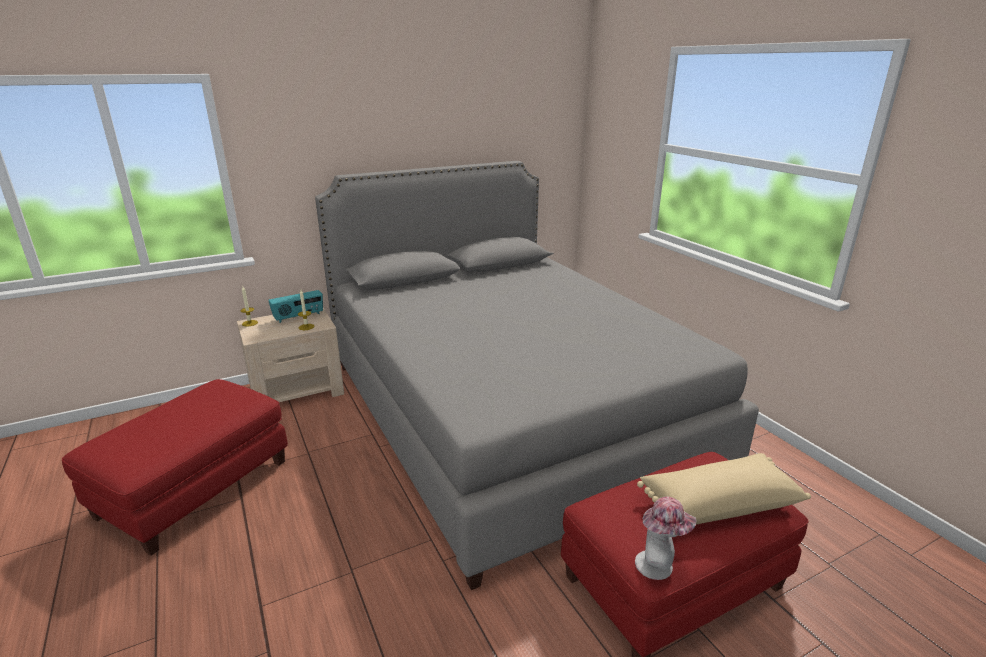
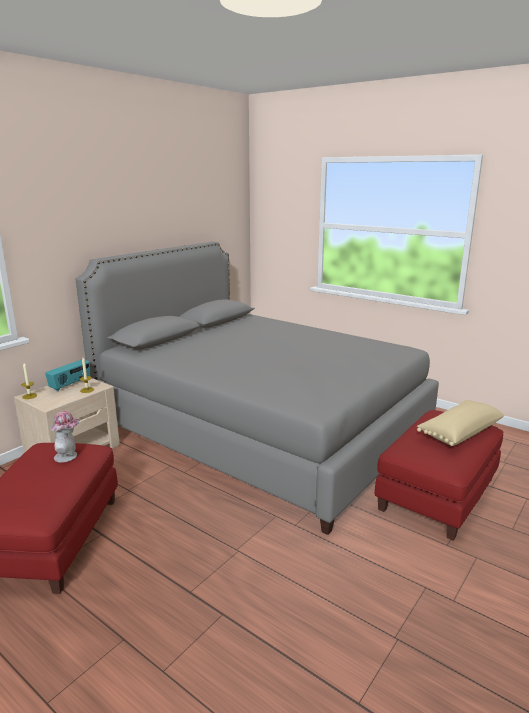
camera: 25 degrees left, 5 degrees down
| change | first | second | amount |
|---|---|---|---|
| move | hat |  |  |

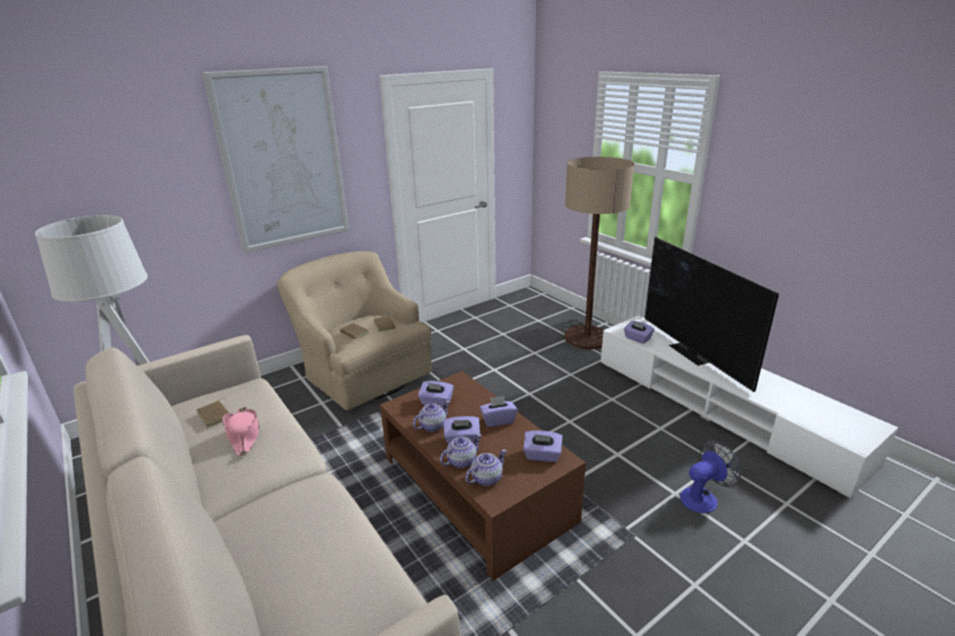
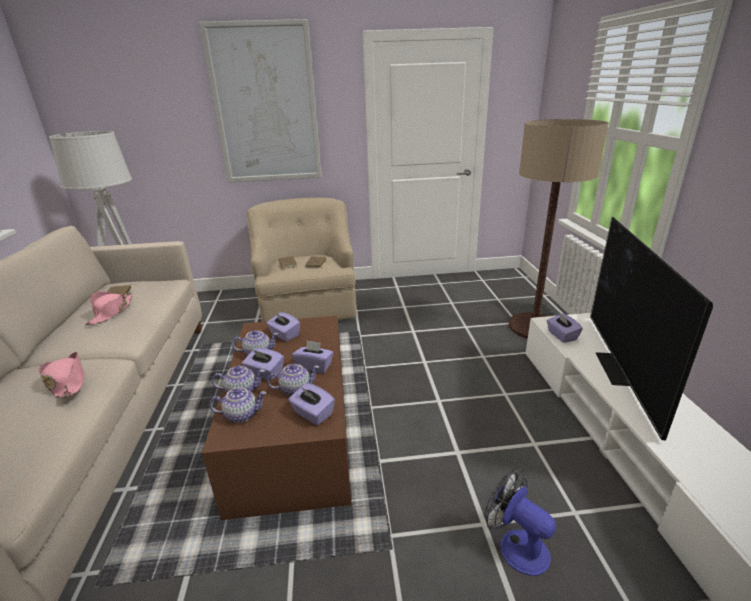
camera: 30 degrees right, 0 degrees up
| change | first | second | amount |
|---|---|---|---|
| insert |  | hat in pink (1st from left) |  |
| insert |  | teapot (4th from left) |  |
| rotate | fan |  | 135 degrees counterclockwise |

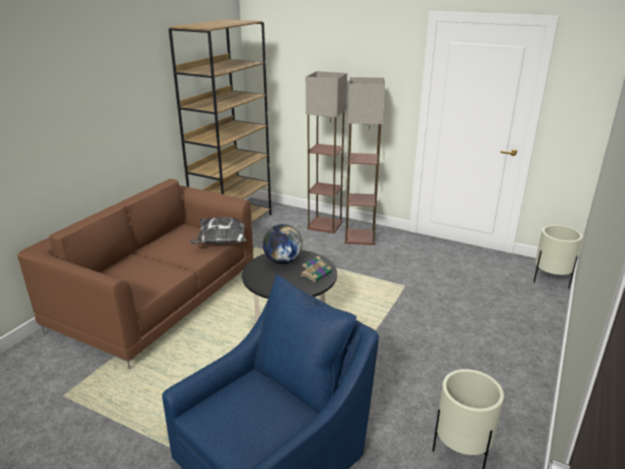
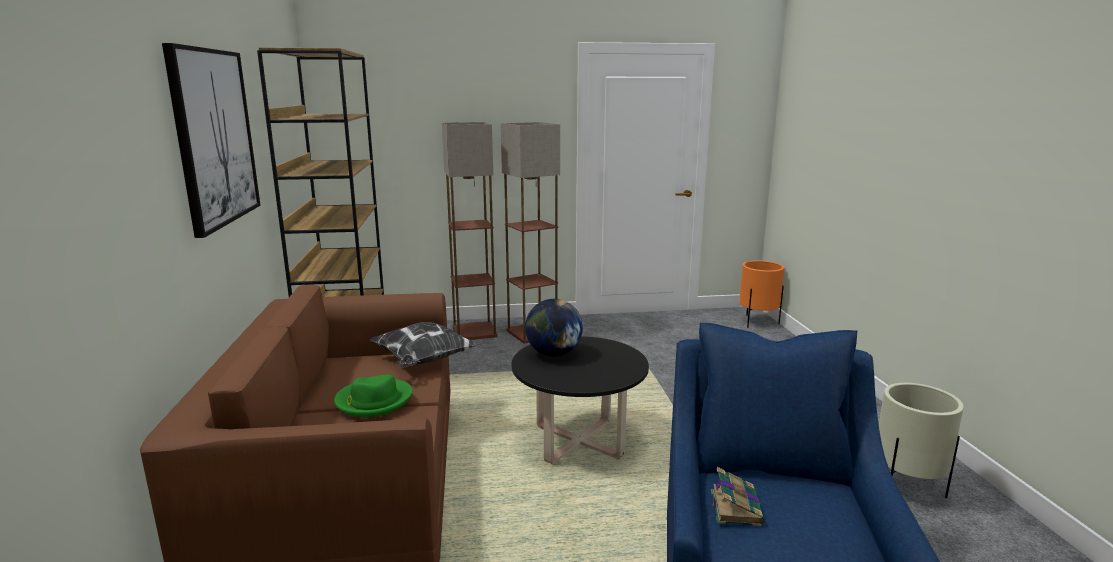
camera: 35 degrees left, 10 degrees down
| change | first | second | amount |
|---|---|---|---|
| insert |  | picture |  |
| insert |  | hat in green |  |
| move | book |  |  |
| recolor | planter in beige (2nd from left) | planter in orange |  |

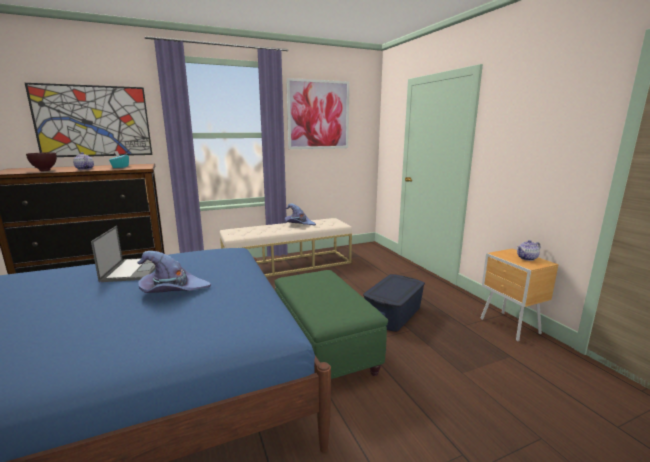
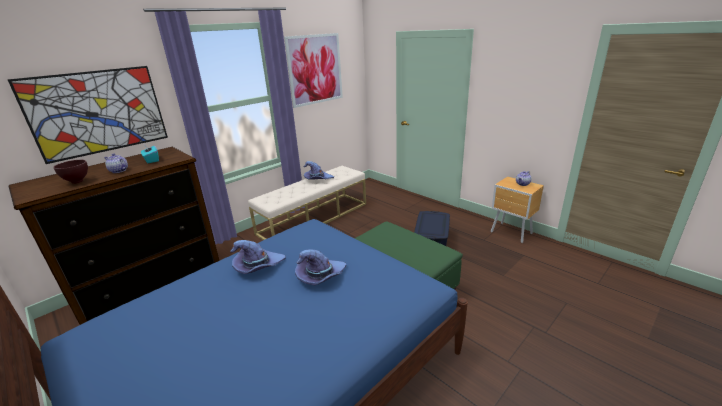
camera: 20 degrees left, 10 degrees up
| change | first | second | amount |
|---|---|---|---|
| replace | laptop | hat in purple (1st from left) |  |

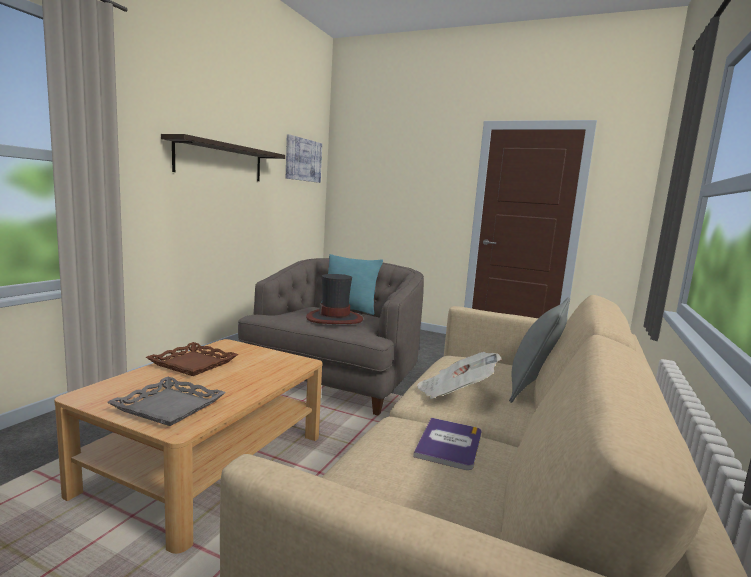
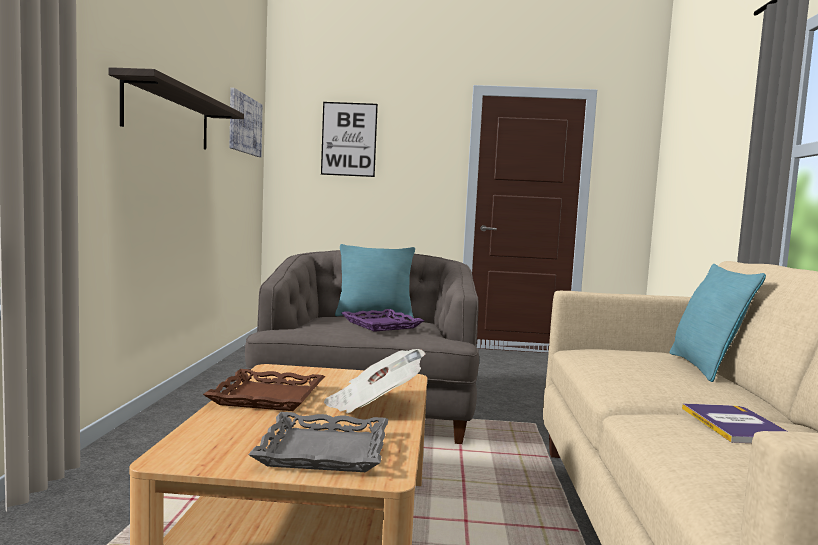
camera: 20 degrees left, 5 degrees down
| change | first | second | amount |
|---|---|---|---|
| insert |  | picture (2nd from left) |  |
| move | newspaper |  |  |
| replace | hat | tray in purple |  |
| recolor | pillow in grey | pillow in turquoise (2nd from left) |  |

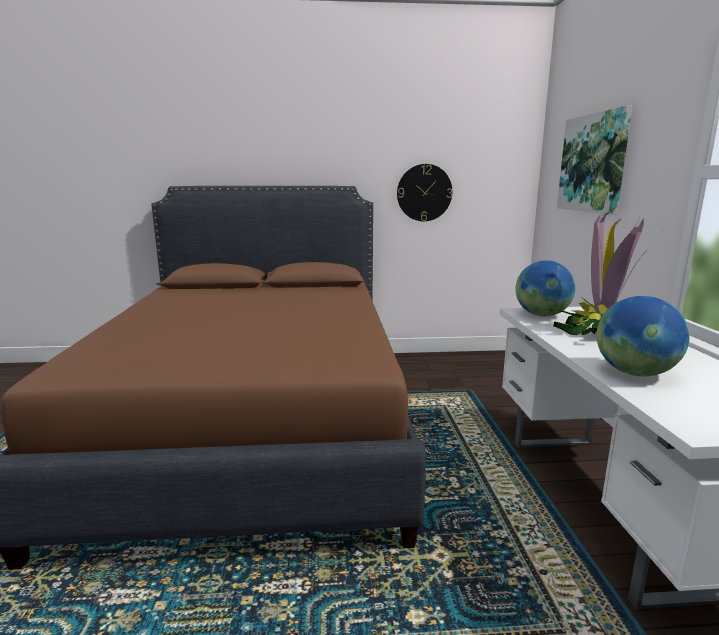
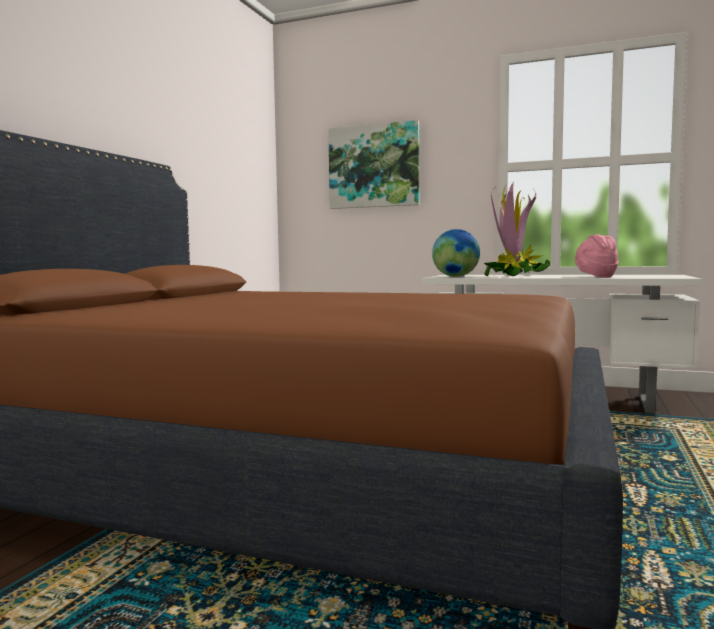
camera: 65 degrees left, 10 degrees down
| change | first | second | amount |
|---|---|---|---|
| replace | globe (2nd from left) | hat in pink |  |
| delete | wall clock |  |  |

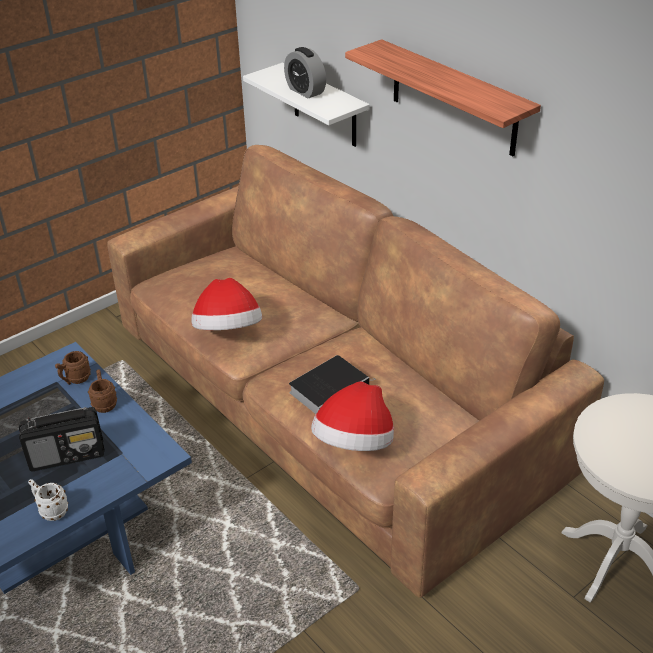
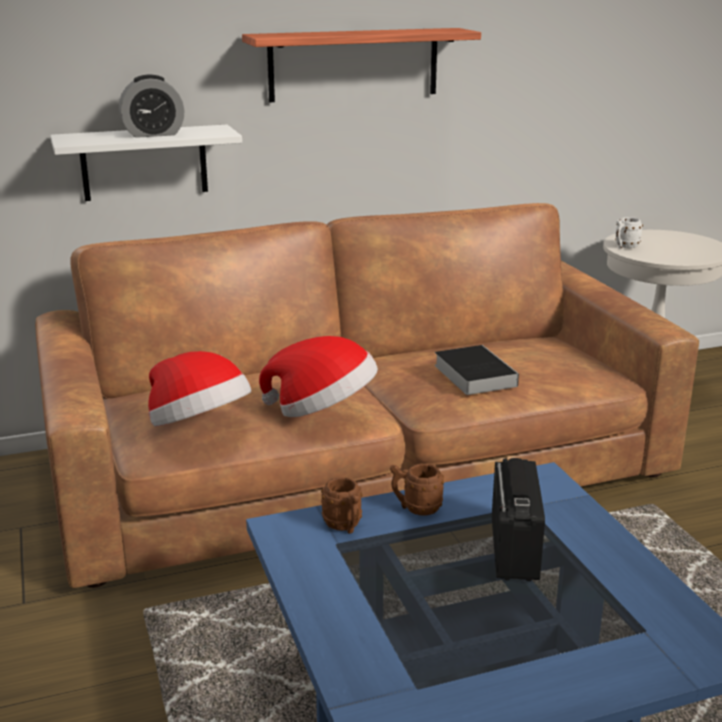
camera: 70 degrees left, 15 degrees down
| change | first | second | amount |
|---|---|---|---|
| move | hat (2nd from left in the first image) | hat (1st from left) |  |
| move | mug in white |  |  |

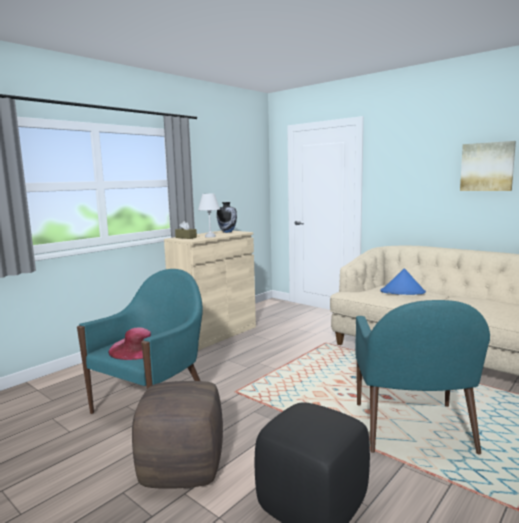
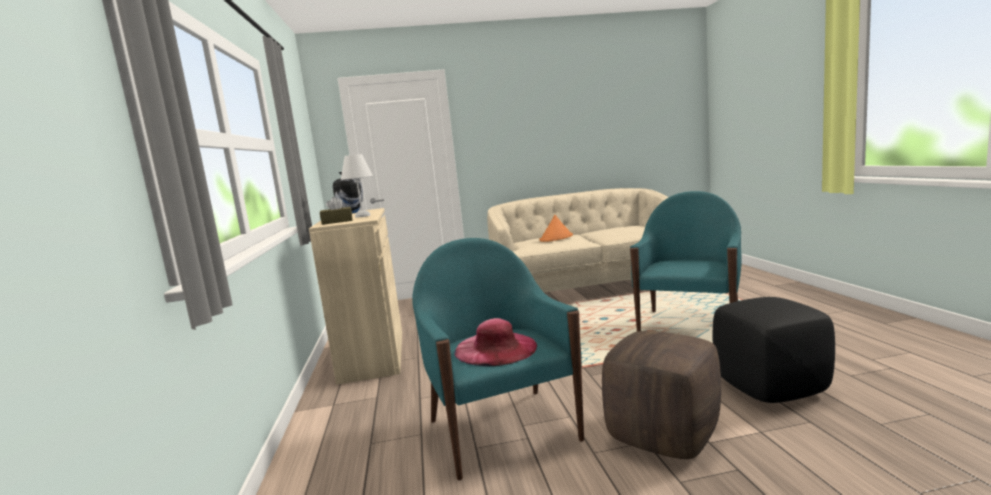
camera: 50 degrees left, 0 degrees up
| change | first | second | amount |
|---|---|---|---|
| recolor | hat in blue | hat in orange |  |
| rotate | armchair in turquoise (2nd from left) |  | 105 degrees counterclockwise |
| delete | picture |  |  |

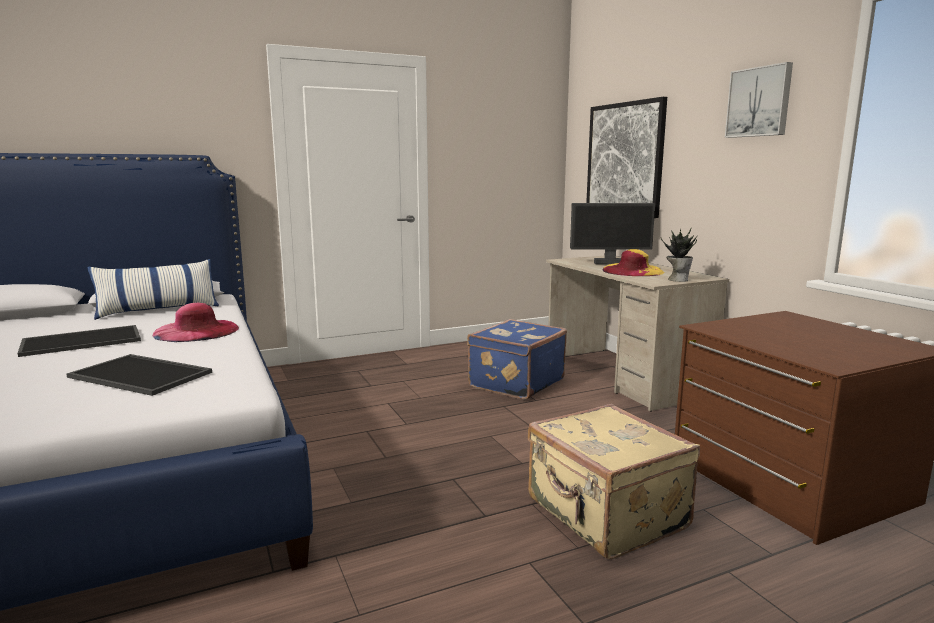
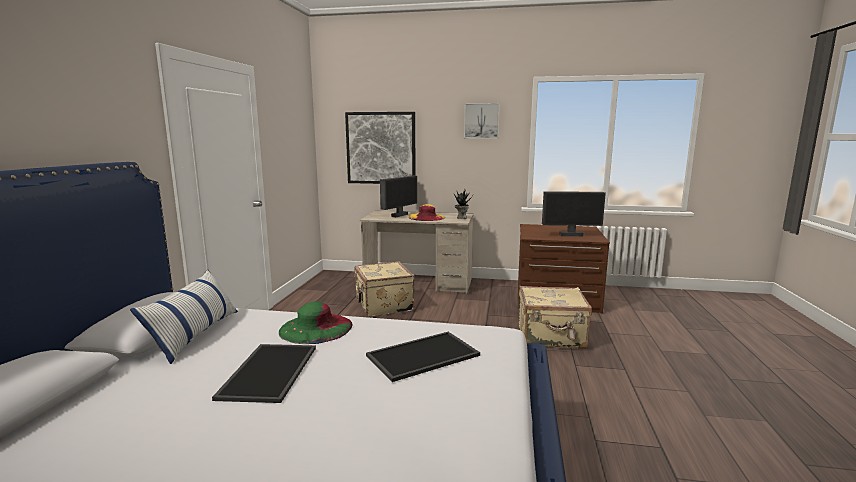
camera: 55 degrees left, 0 degrees up
| change | first | second | amount |
|---|---|---|---|
| recolor | hat in pink | hat in green |  |
| recolor | suitcase in blue | suitcase in beige (1st from left) |  |
| insert |  | monitor (2nd from left) |  |

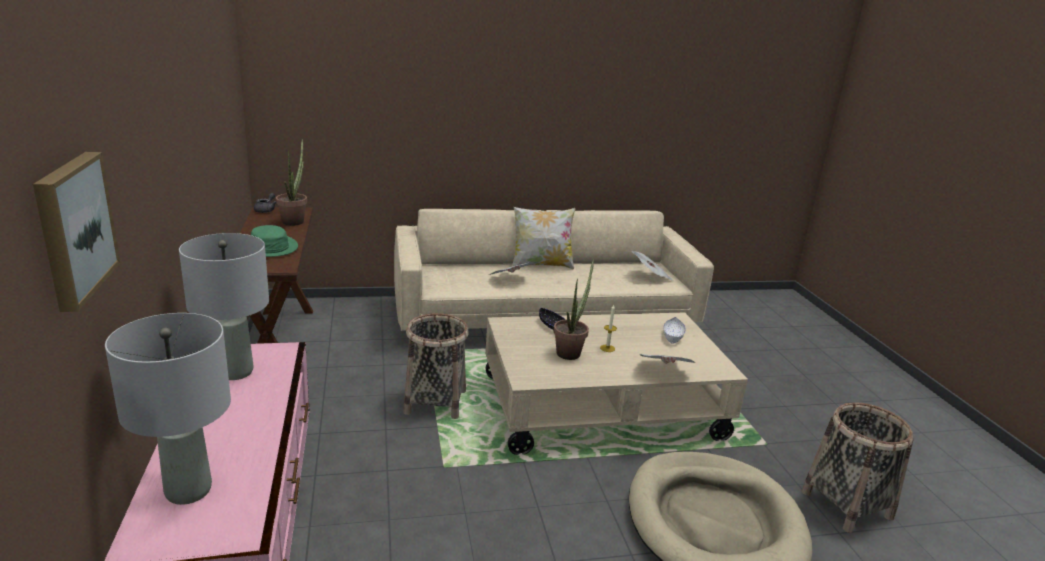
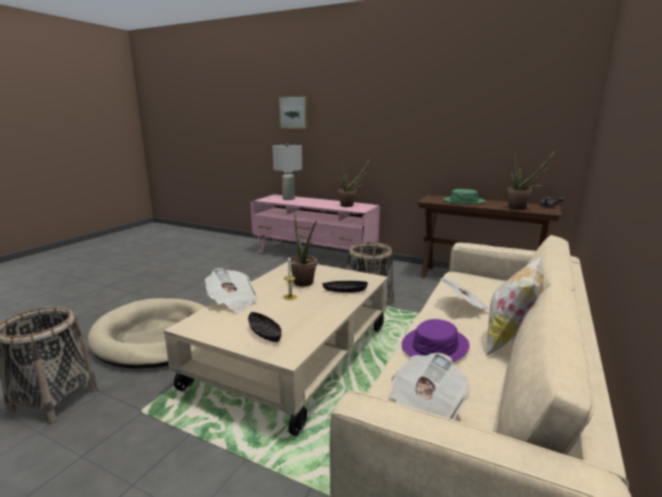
camera: 130 degrees right, 5 degrees down
| change | first | second | amount |
|---|---|---|---|
| recolor | bowl in white | bowl in black (1st from left) |  |
| replace | table lamp in grey (2nd from left) | potted plant (2nd from left) |  |
| insert |  | hat in purple |  |

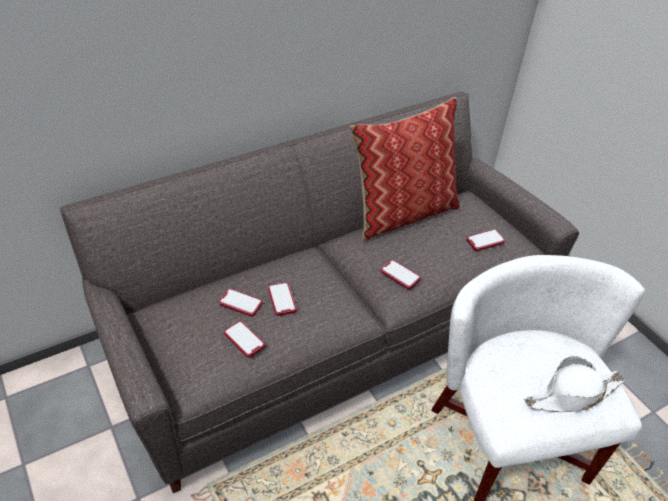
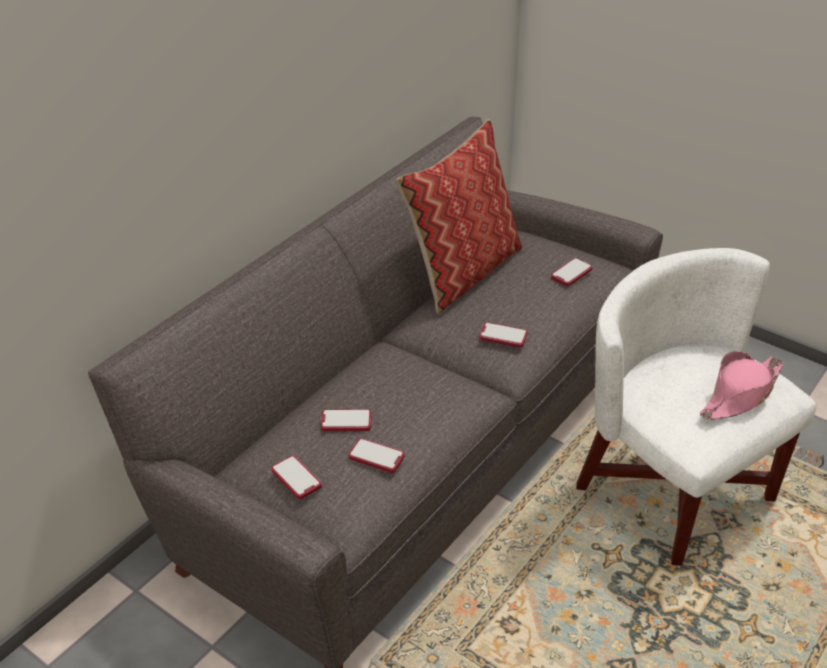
camera: 20 degrees left, 5 degrees down
| change | first | second | amount |
|---|---|---|---|
| move | phone (3rd from left in the first image) | phone (1st from left) |  |
| recolor | hat in white | hat in pink |  |

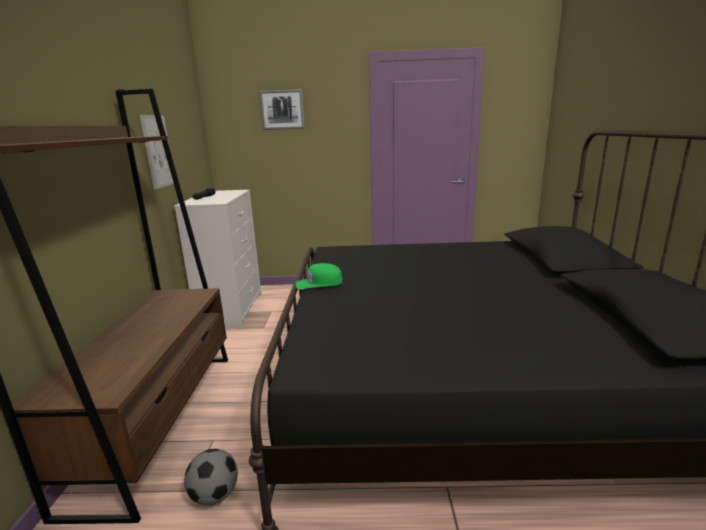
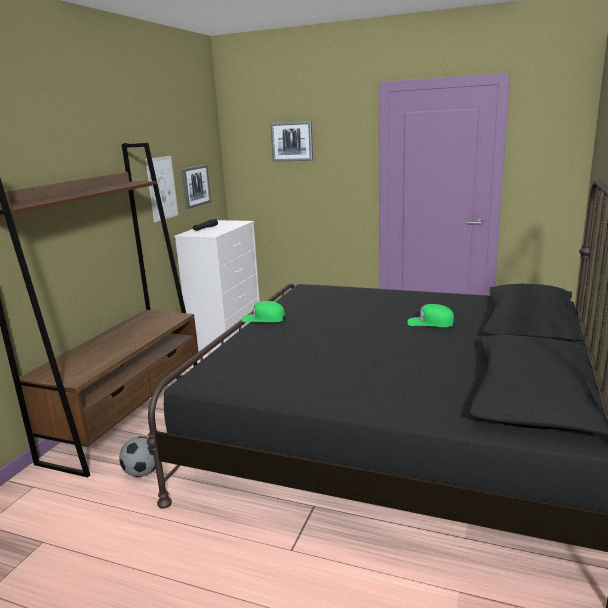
camera: 20 degrees right, 0 degrees up
| change | first | second | amount |
|---|---|---|---|
| insert |  | picture (2nd from left) |  |
| insert |  | cap in green (2nd from left) |  |

